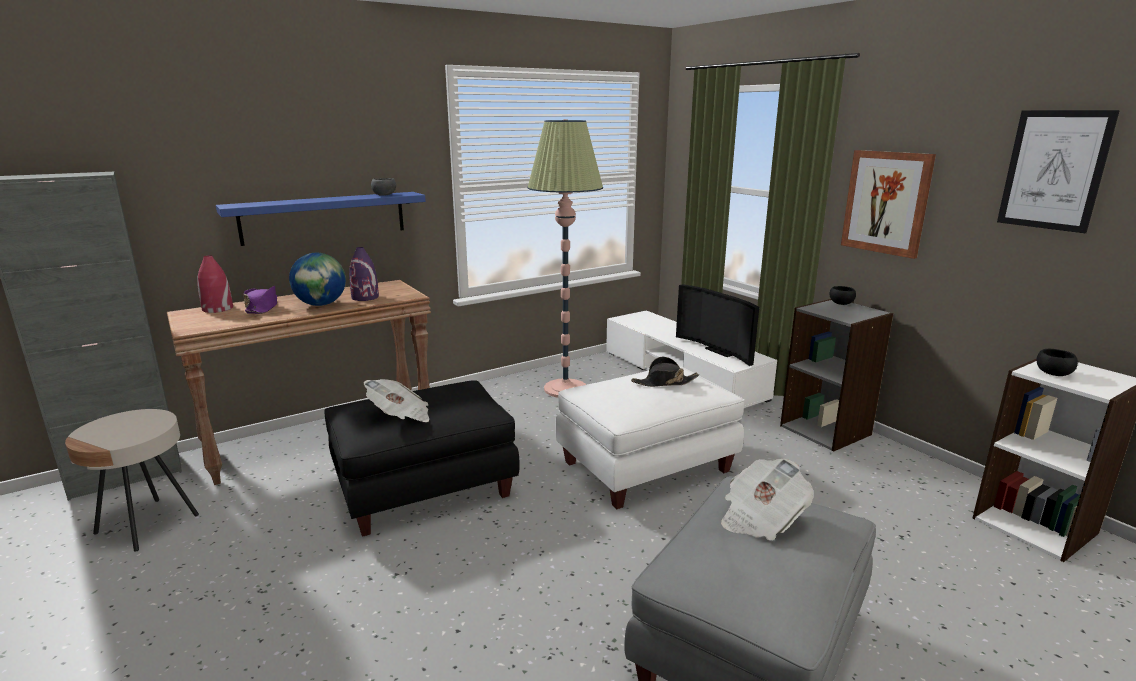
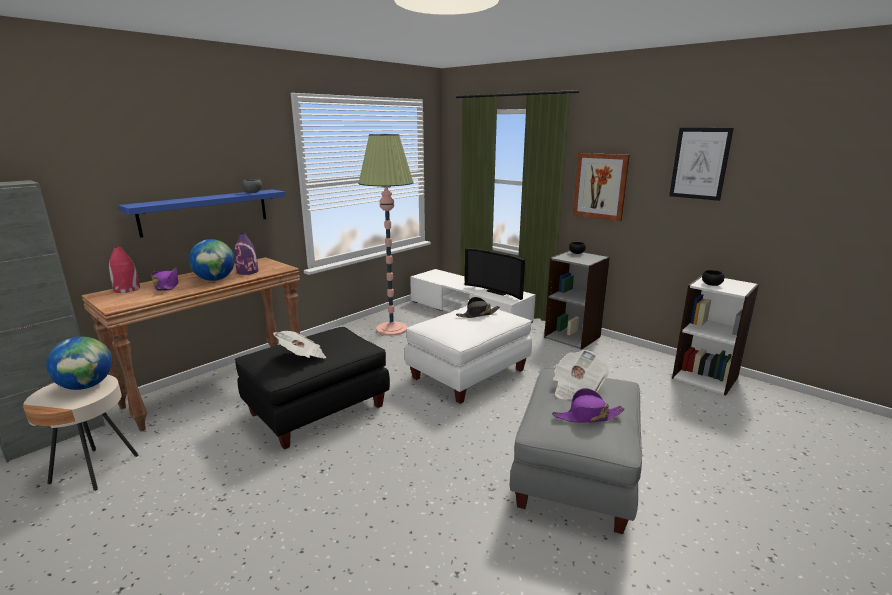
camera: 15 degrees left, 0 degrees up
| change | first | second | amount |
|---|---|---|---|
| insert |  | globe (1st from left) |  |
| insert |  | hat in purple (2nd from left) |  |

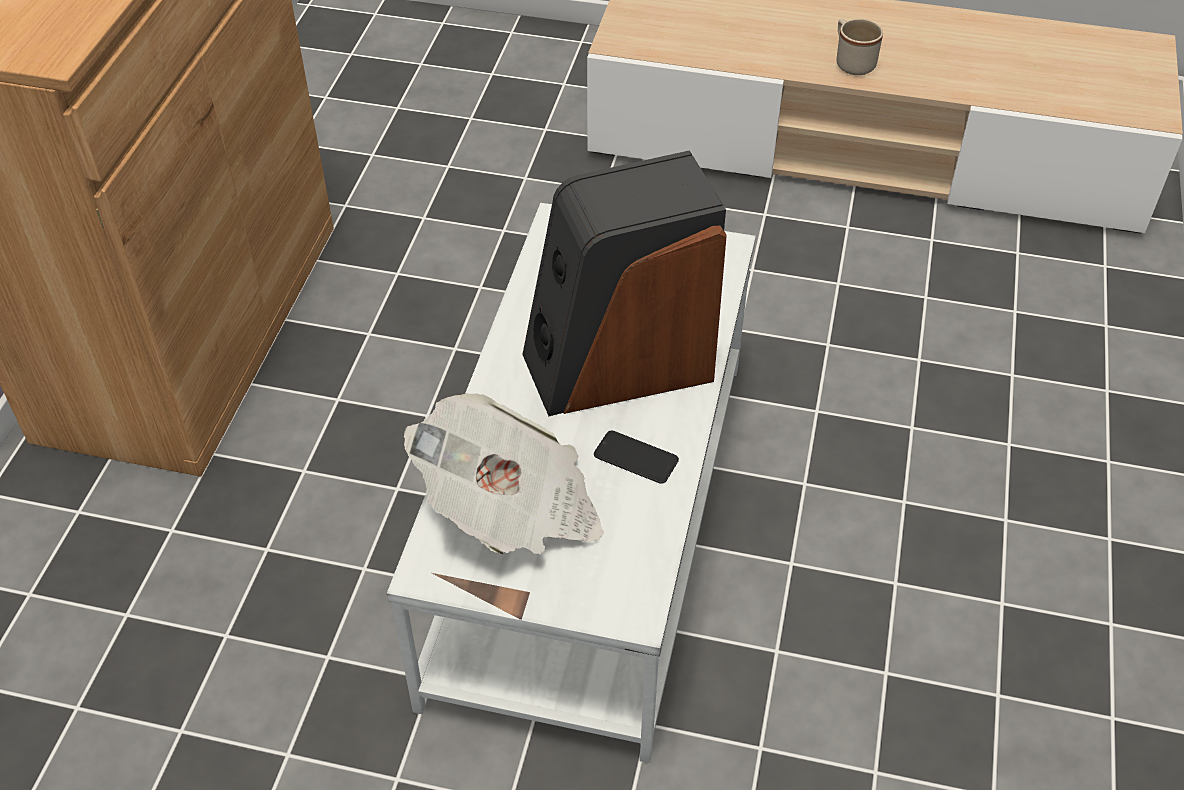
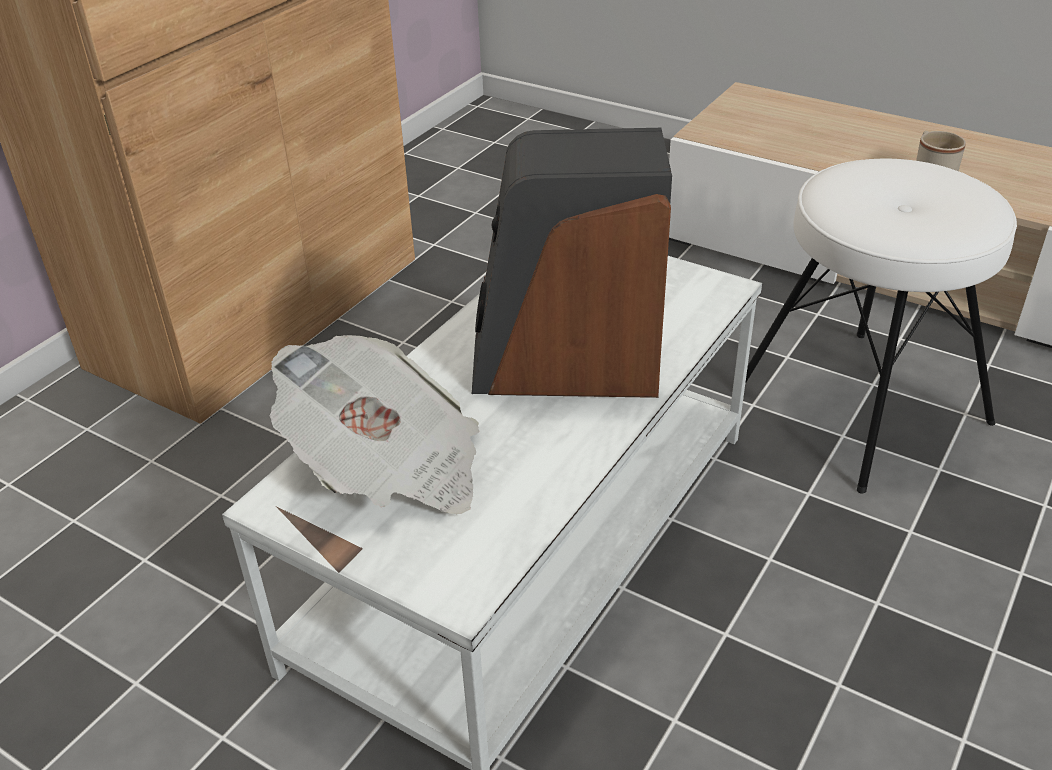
camera: 20 degrees right, 10 degrees down
| change | first | second | amount |
|---|---|---|---|
| insert |  | stool in white |  |
| delete | phone |  |  |

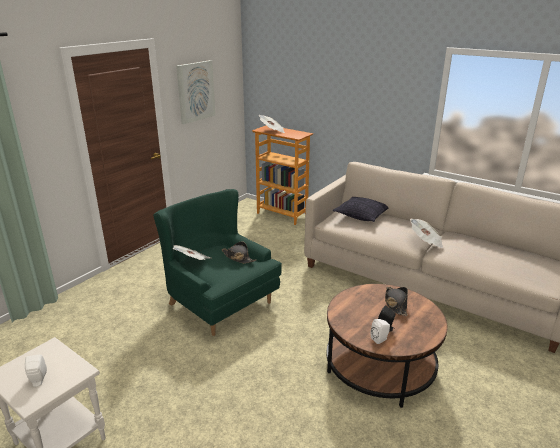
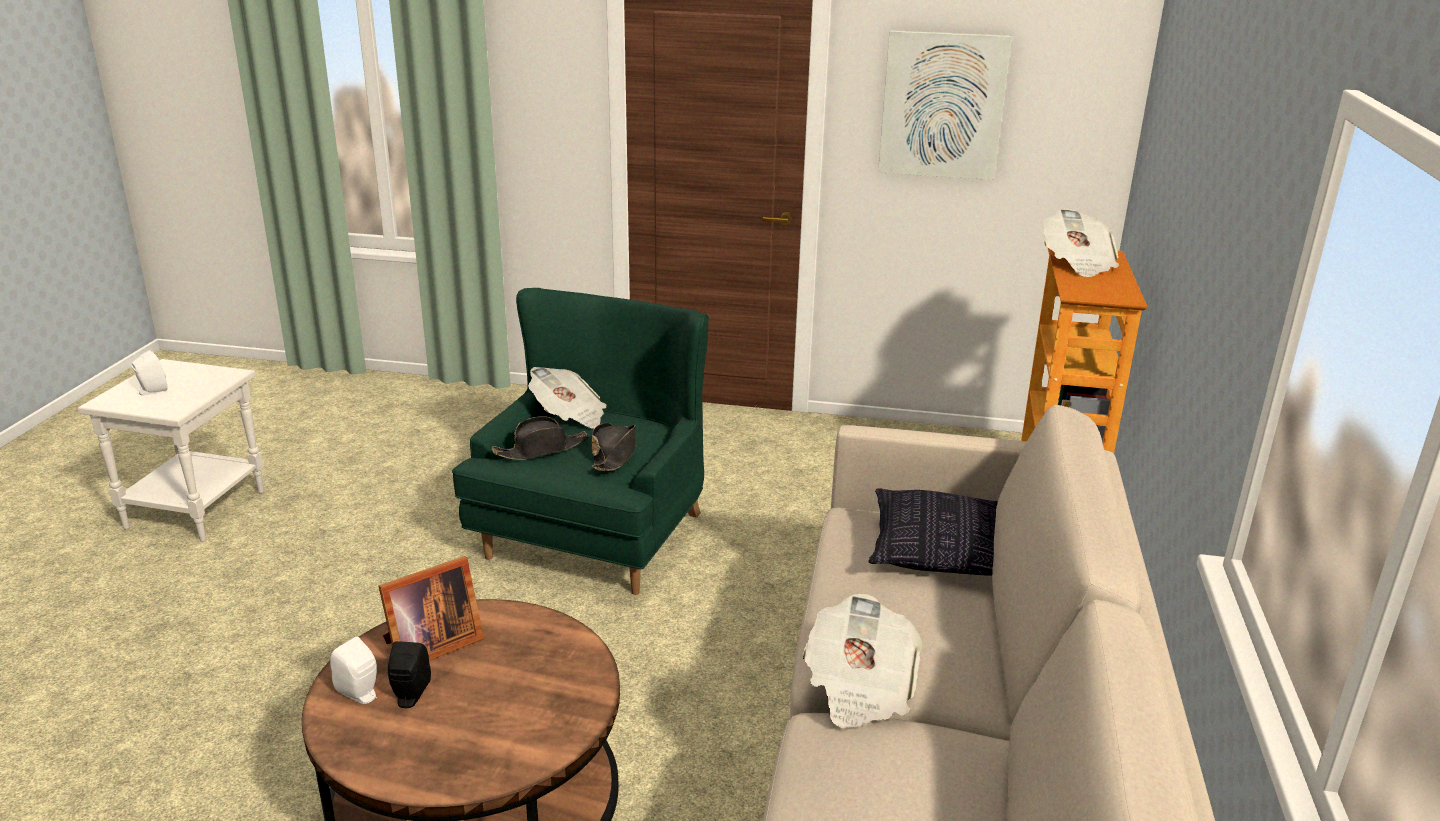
camera: 65 degrees right, 0 degrees up
| change | first | second | amount |
|---|---|---|---|
| insert |  | picture frame |  |
| move | hat in black (2nd from left in the first image) | hat in black (1st from left) |  |

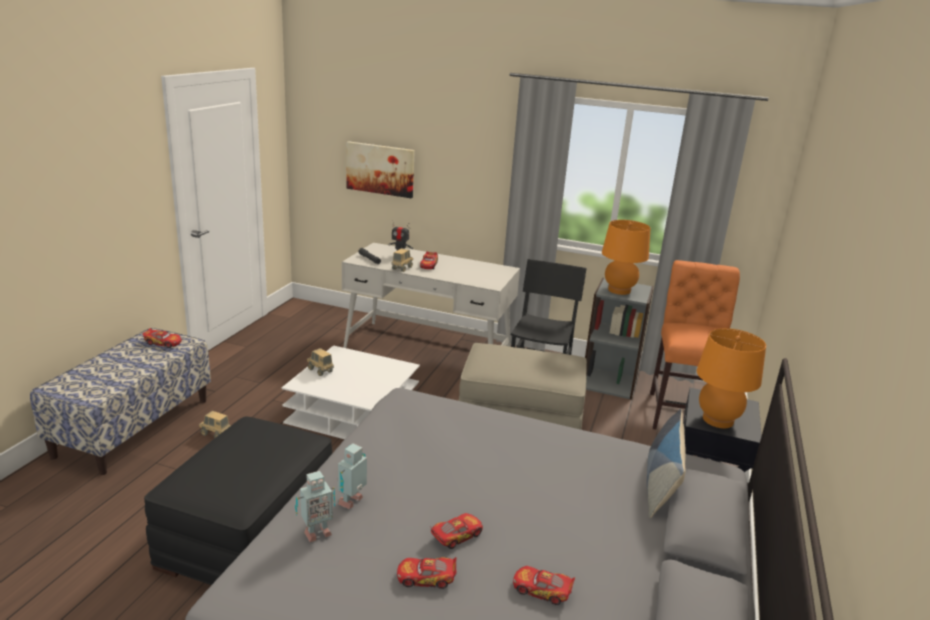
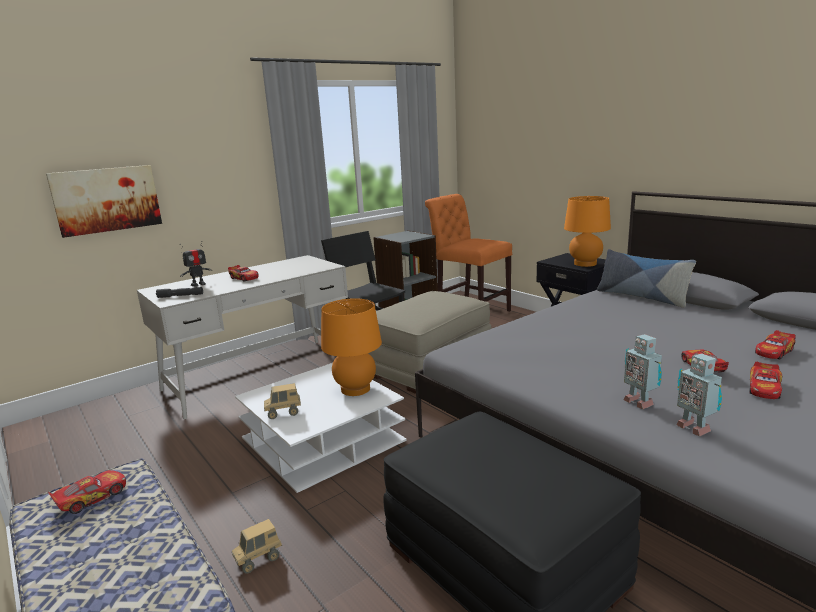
camera: 55 degrees left, 5 degrees down
| change | first | second | amount |
|---|---|---|---|
| move | table lamp in orange (1st from left) |  |  |
| rotate | toy robot (1st from left in the first image) | toy robot (3rd from left) | 150 degrees clockwise |
| delete | toy truck (3rd from left) |  |  |

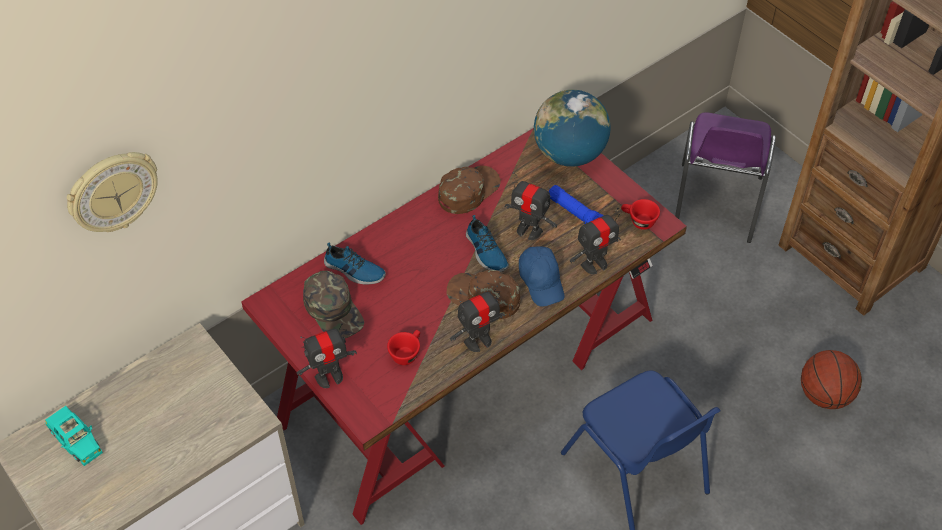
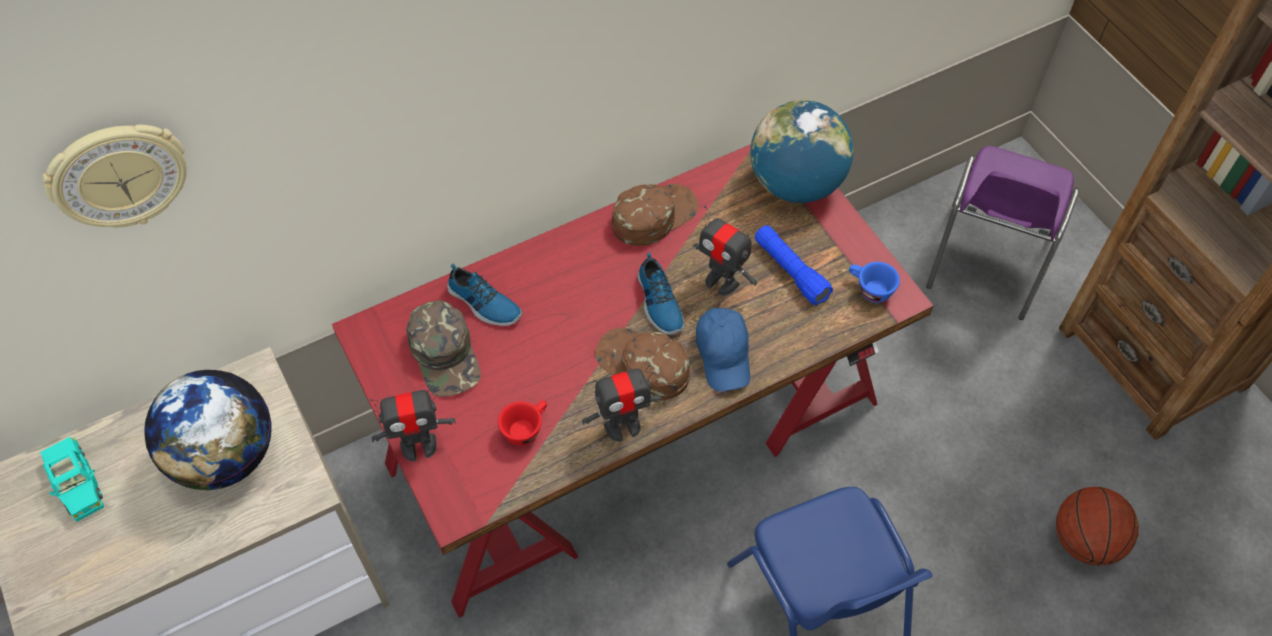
camera: 10 degrees right, 5 degrees up
| change | first | second | amount |
|---|---|---|---|
| insert |  | globe (1st from left) |  |
| recolor | cup in red (2nd from left) | cup in blue |  |
| delete | toy robot (4th from left) |  |  |

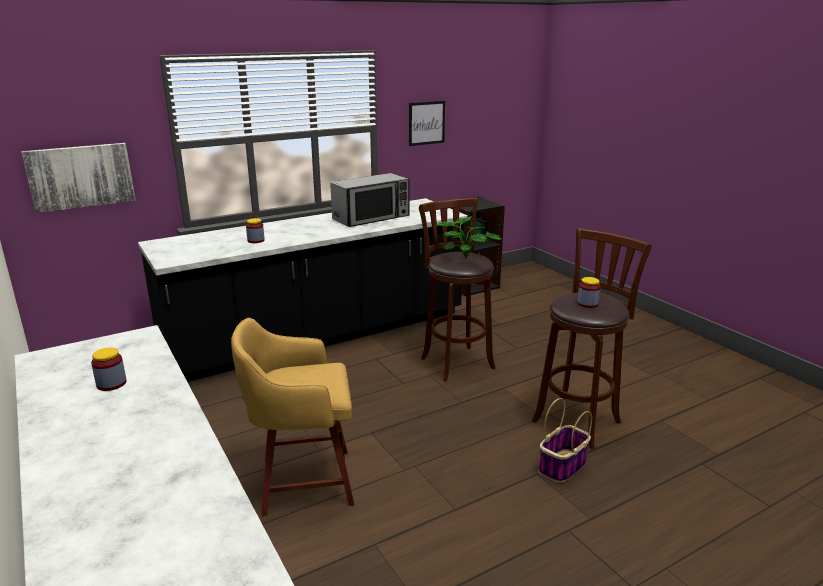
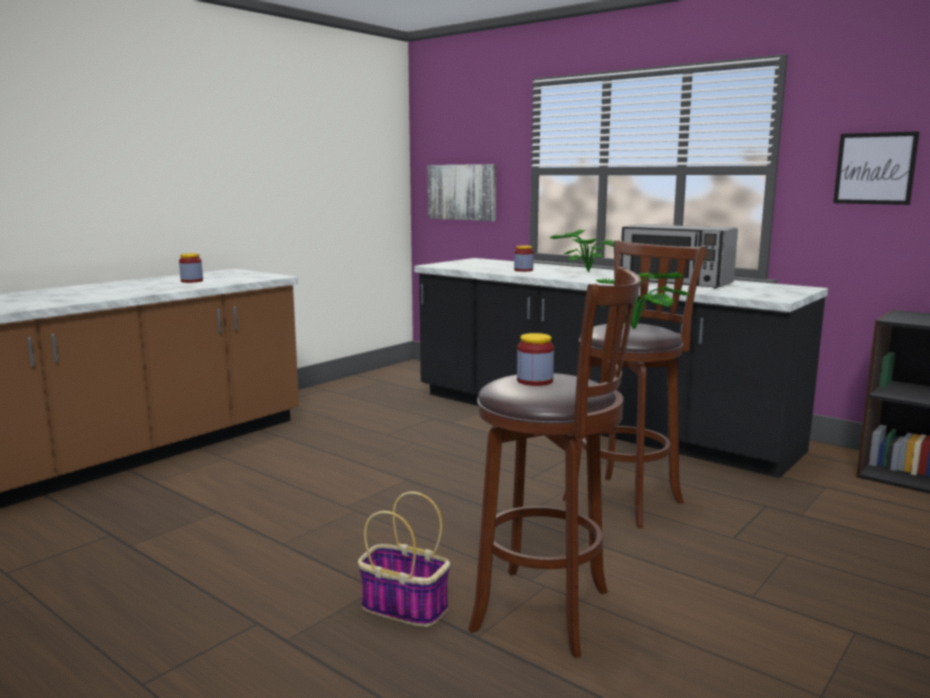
camera: 70 degrees right, 10 degrees down
| change | first | second | amount |
|---|---|---|---|
| insert |  | potted plant (1st from left) |  |
| delete | stool in yellow |  |  |

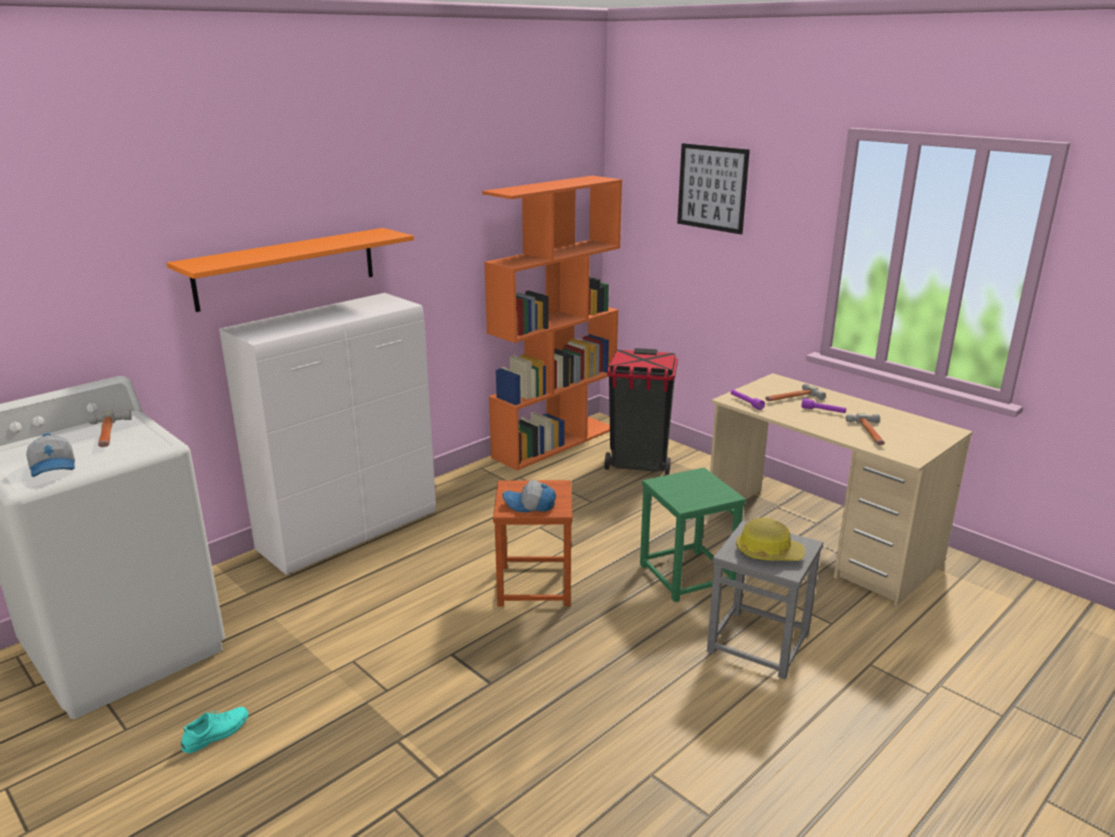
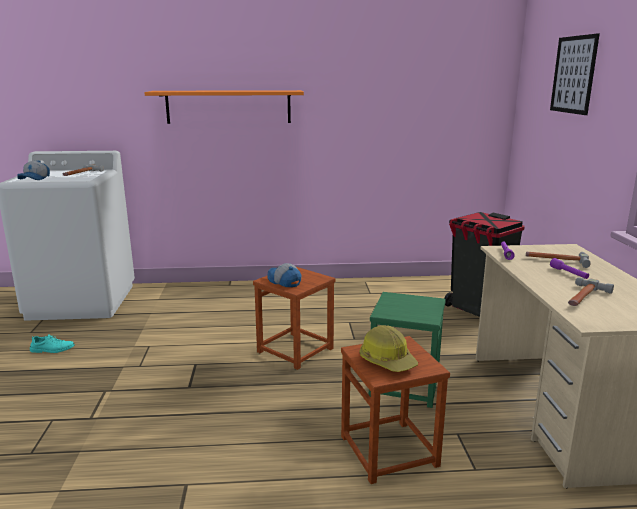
camera: 40 degrees right, 5 degrees down
| change | first | second | amount |
|---|---|---|---|
| recolor | stool in grey | stool in brown (2nd from left) |  |
| delete | cabinet in white |  |  |
| delete | bookcase in orange |  |  |

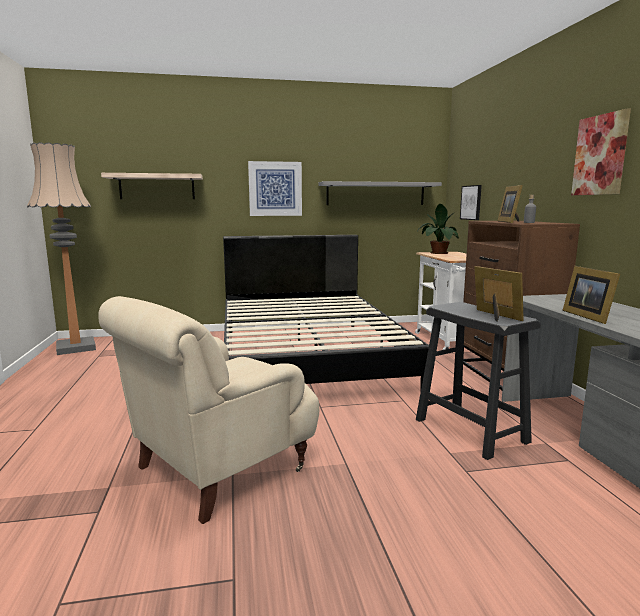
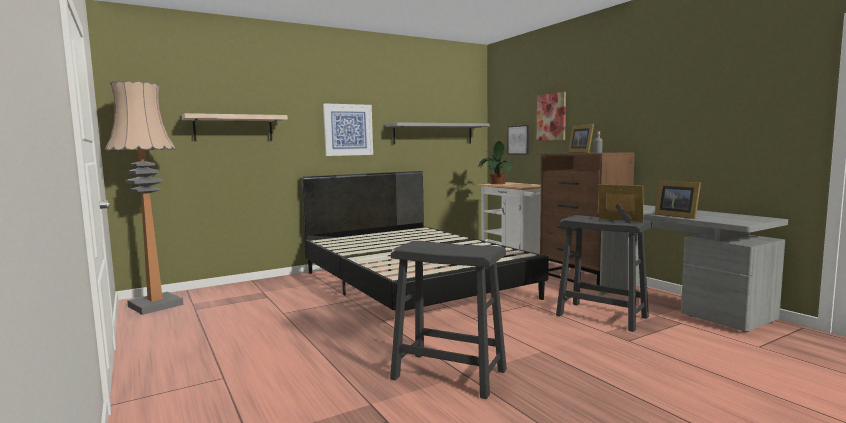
camera: 20 degrees left, 5 degrees down
| change | first | second | amount |
|---|---|---|---|
| replace | armchair in beige | stool in black (1st from left) |  |
| move | picture (3rd from left) |  |  |

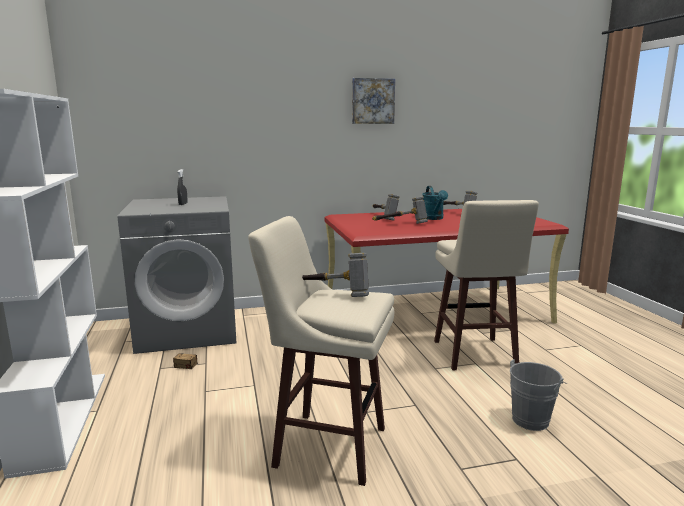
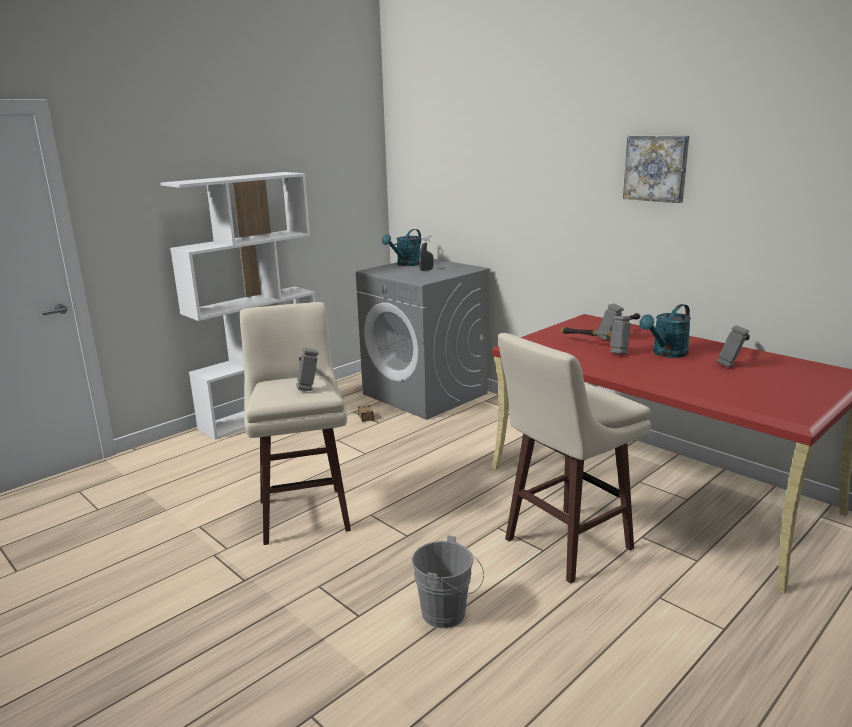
camera: 60 degrees right, 5 degrees up
| change | first | second | amount |
|---|---|---|---|
| insert |  | watering can in turquoise (1st from left) |  |

